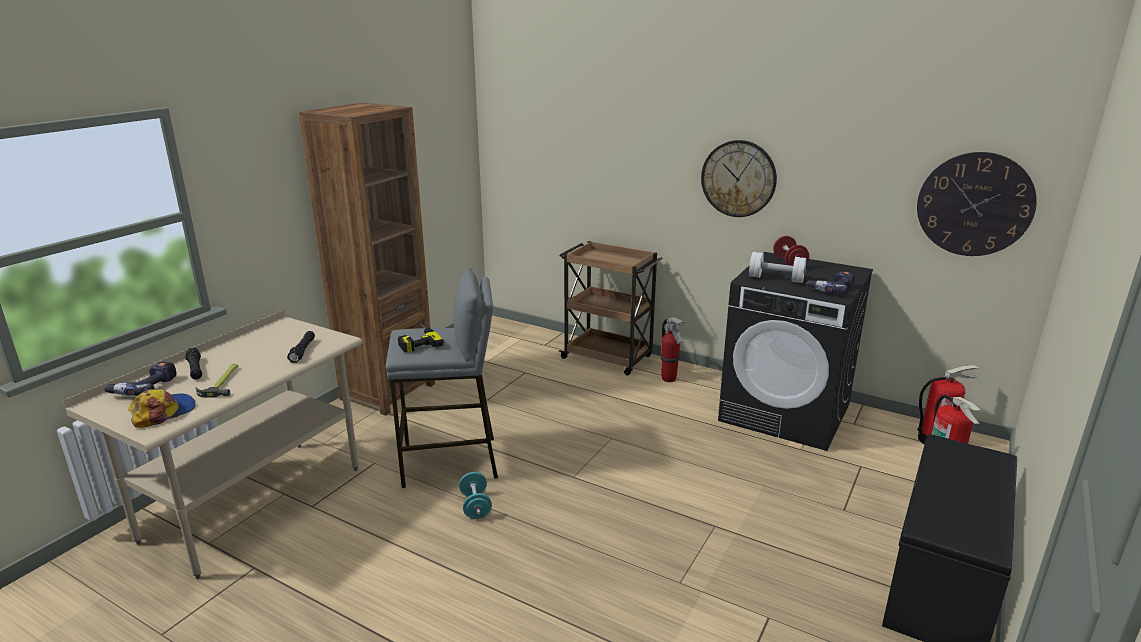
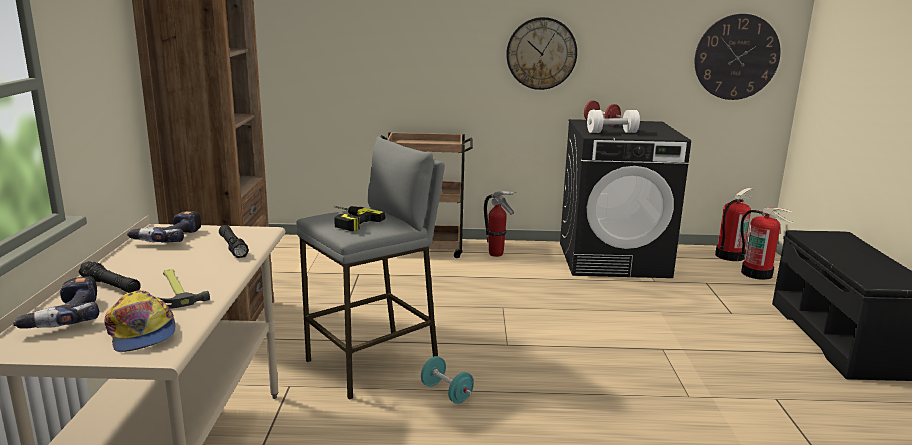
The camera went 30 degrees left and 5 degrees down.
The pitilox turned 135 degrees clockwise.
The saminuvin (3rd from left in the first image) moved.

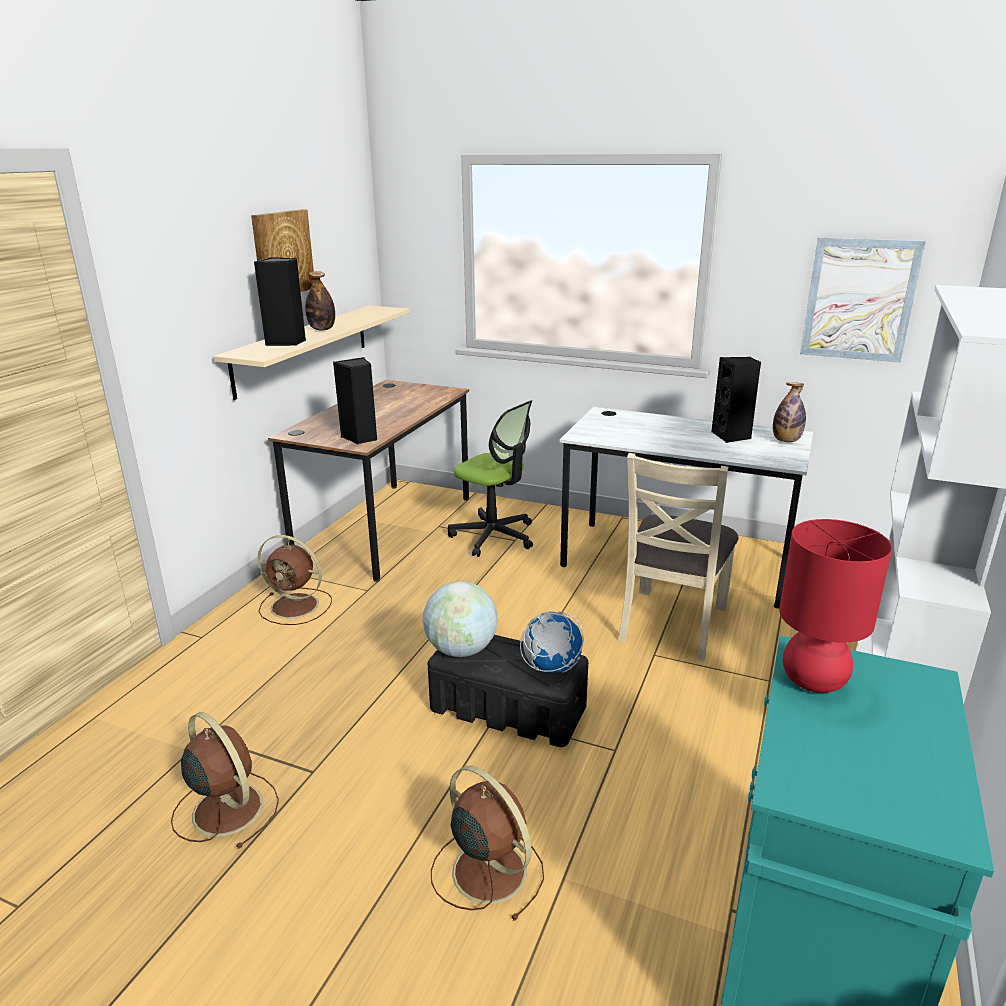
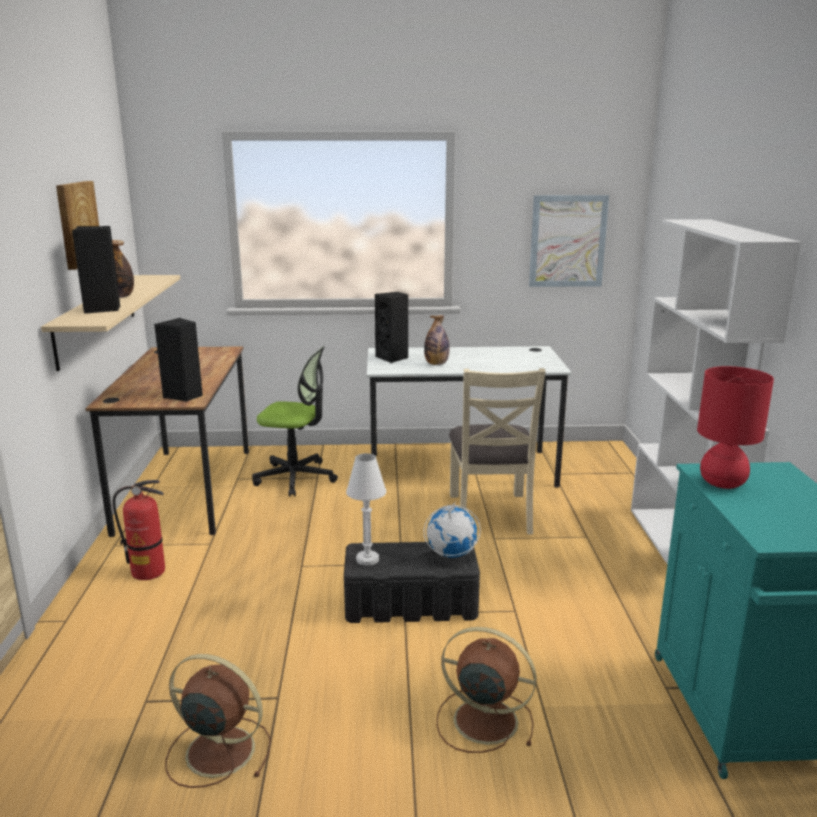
The camera went 25 degrees left and 5 degrees down.
The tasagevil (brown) (2nd from left) was replaced by the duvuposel.
The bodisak (1st from left) was replaced by the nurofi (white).
The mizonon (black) (3rd from left) moved.
The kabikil (2nd from left) moved.

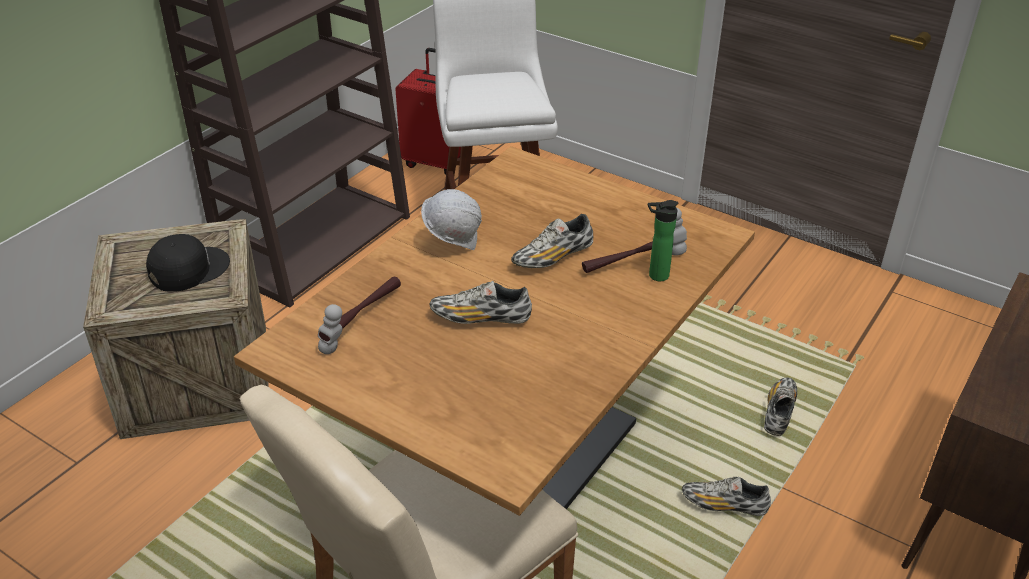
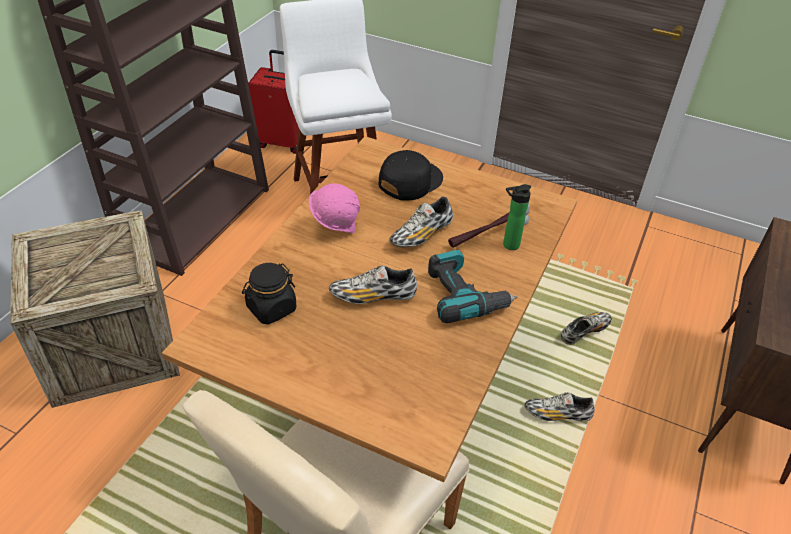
The camera went 10 degrees left and 5 degrees up.
The pitilox (black) moved.
The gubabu (1st from left) was replaced by the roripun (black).
The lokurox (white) became the lokurox (pink).
The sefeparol (4th from left) turned 45 degrees clockwise.
The saminuvin appeared.

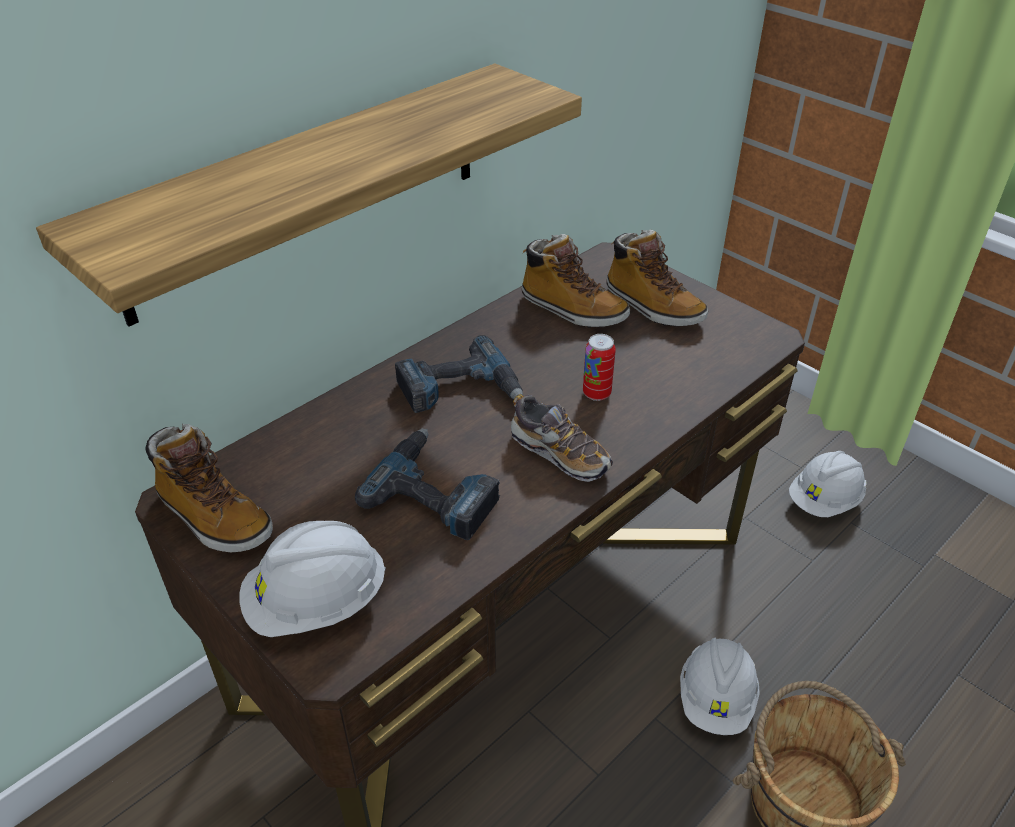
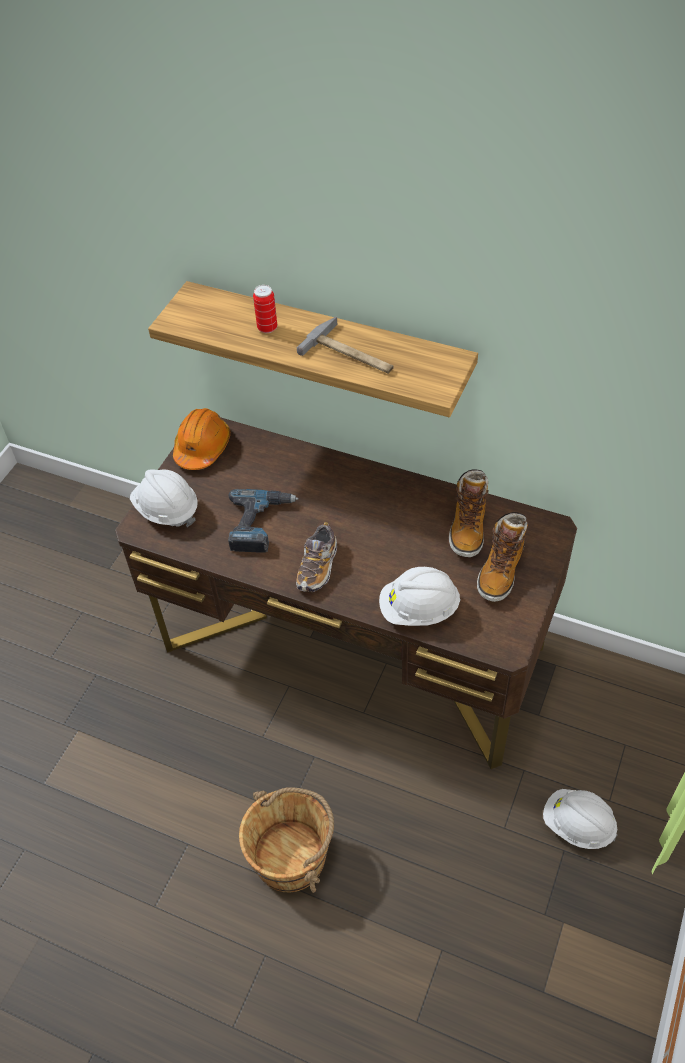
The camera went 70 degrees right and 10 degrees up.
The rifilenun (1st from left) was replaced by the lokurox (orange).
The saminuvin (2nd from left) disappeared.
The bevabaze moved.
The lokurox (white) (2nd from left) moved.
The gubabu appeared.

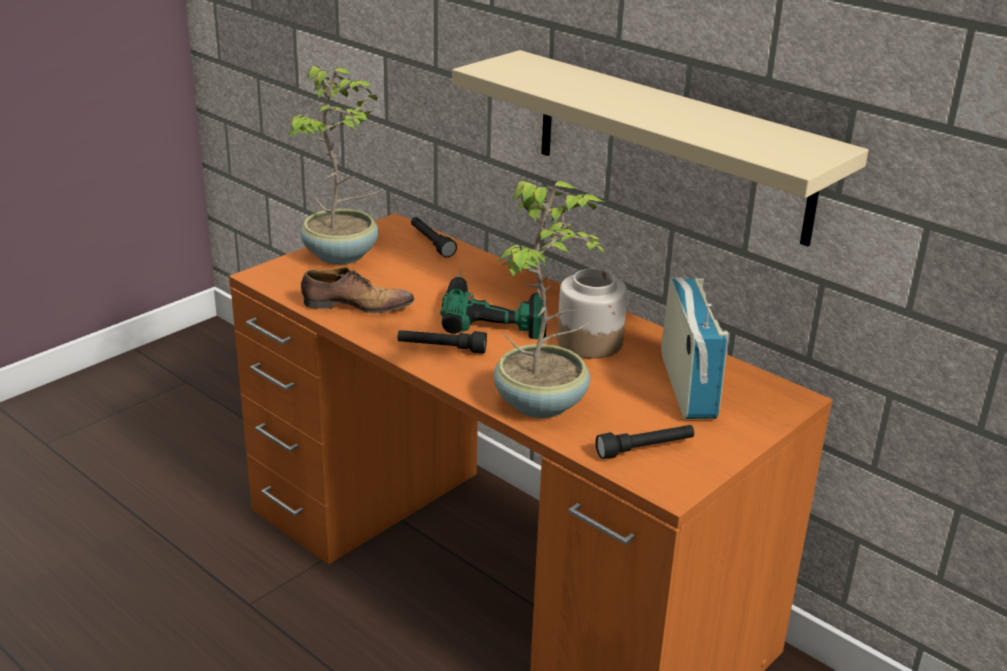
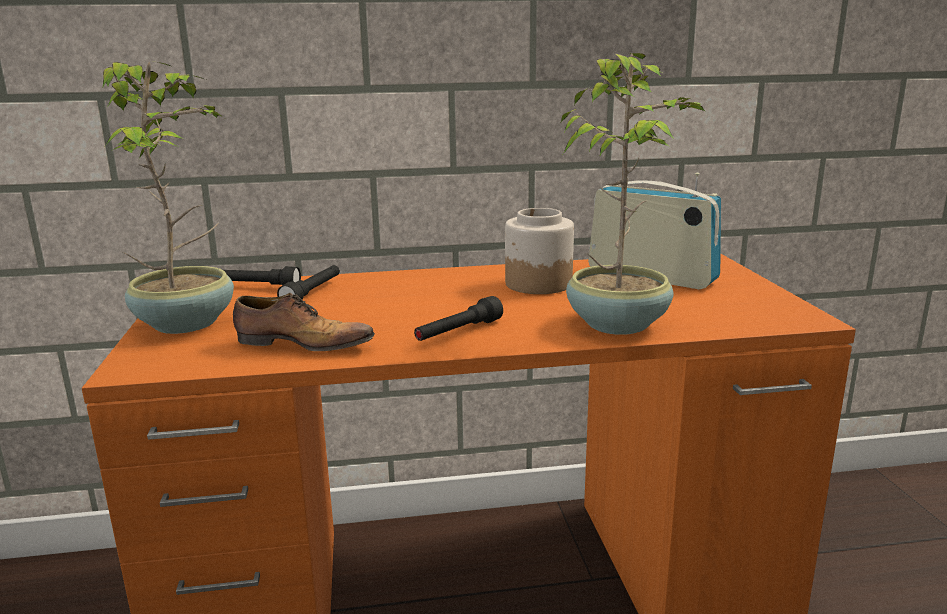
The camera went 50 degrees left and 10 degrees down.
The sefeparol turned 60 degrees clockwise.
The saminuvin disappeared.
The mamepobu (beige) disappeared.
The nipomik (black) (3rd from left in the first image) moved.

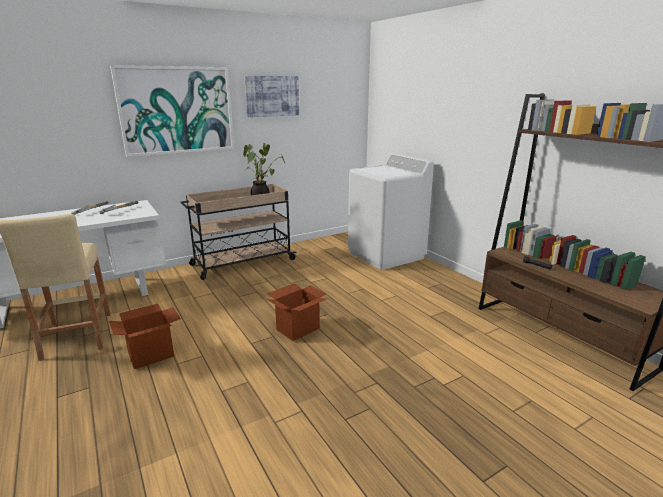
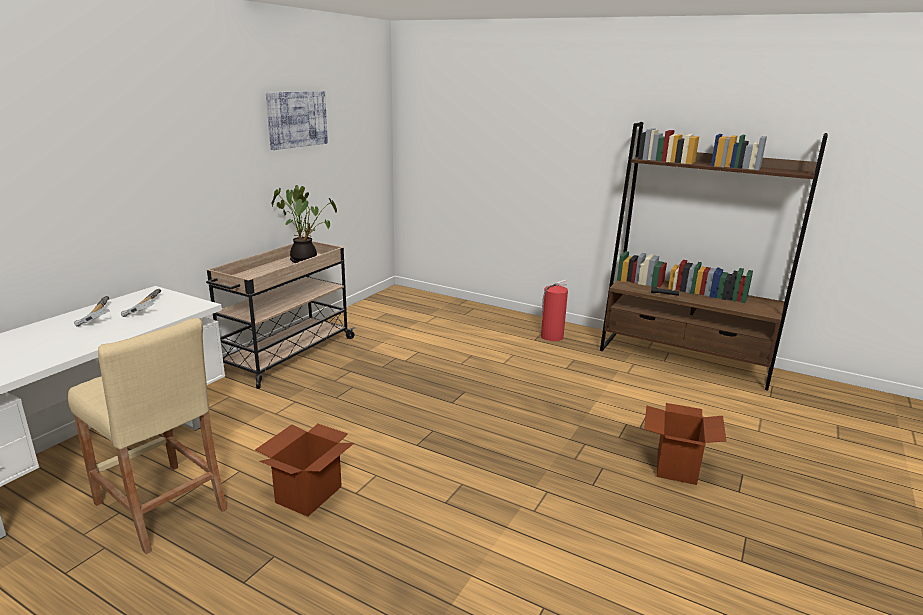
The camera went 30 degrees left and 0 degrees up.
The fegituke (1st from left) disappeared.
The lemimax (2nd from left) moved.
The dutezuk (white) disappeared.
The duvuposel appeared.

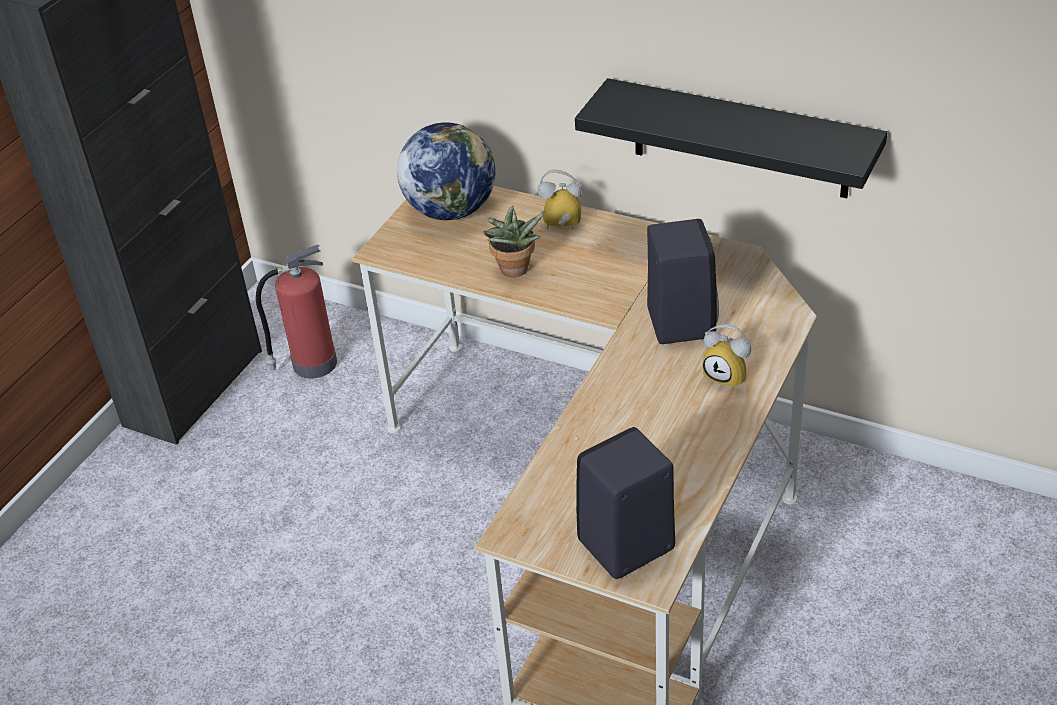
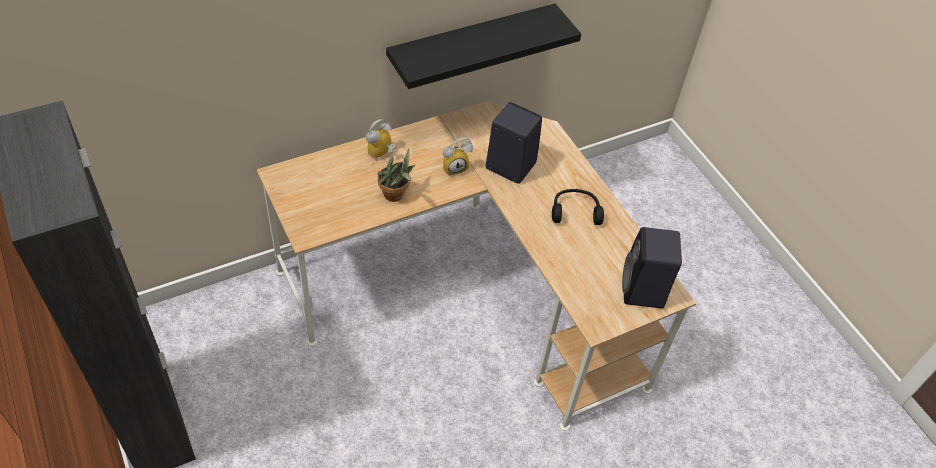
The camera went 60 degrees left and 10 degrees up.
The duvuposel disappeared.
The bodisak disappeared.
The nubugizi (2nd from left) moved.
The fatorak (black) appeared.

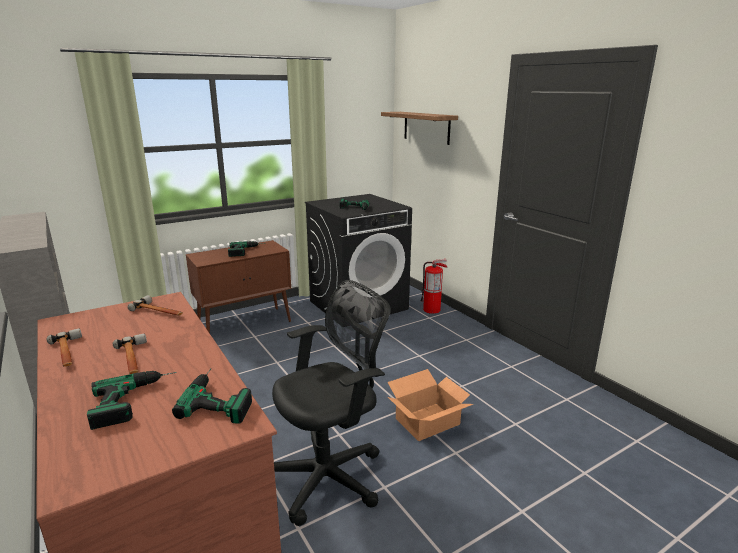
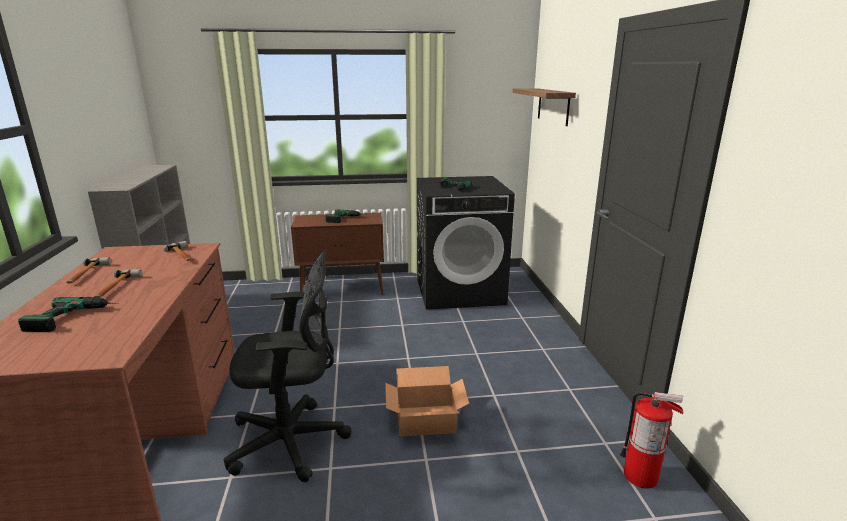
The camera went 25 degrees right and 0 degrees up.
The saminuvin (2nd from left) disappeared.
The duvuposel moved.

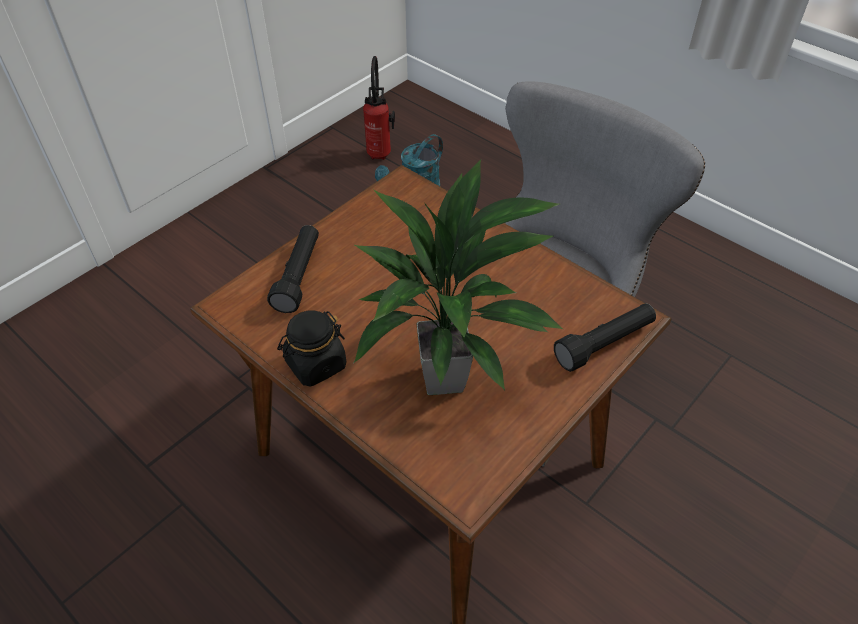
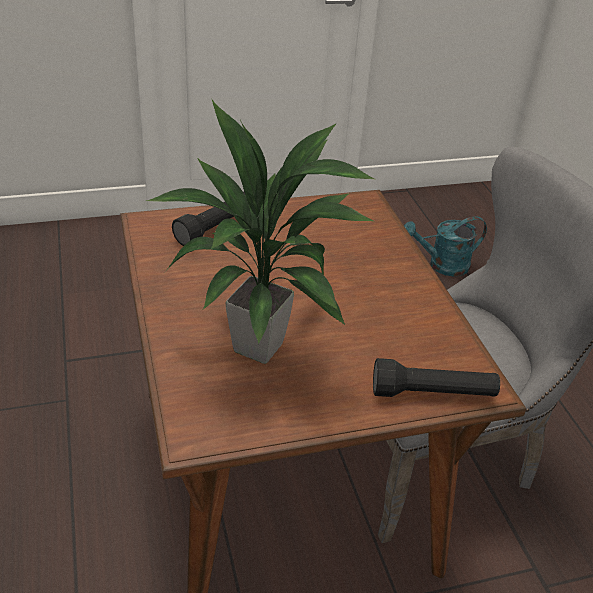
The camera went 30 degrees right and 10 degrees down.
The roripun (black) disappeared.
The duvuposel disappeared.

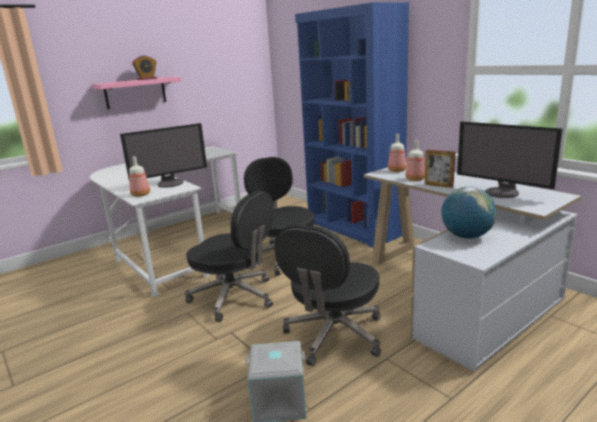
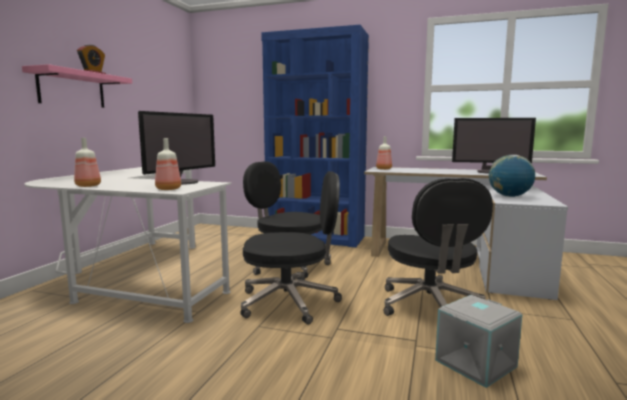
The camera went 35 degrees left and 10 degrees down.
The kabikil (3rd from left in the first image) moved.
The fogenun disappeared.

